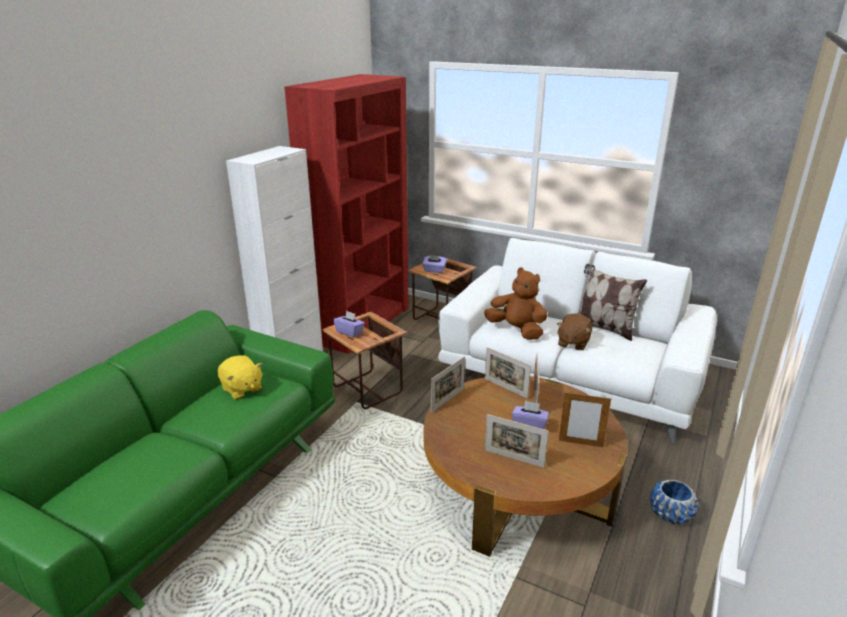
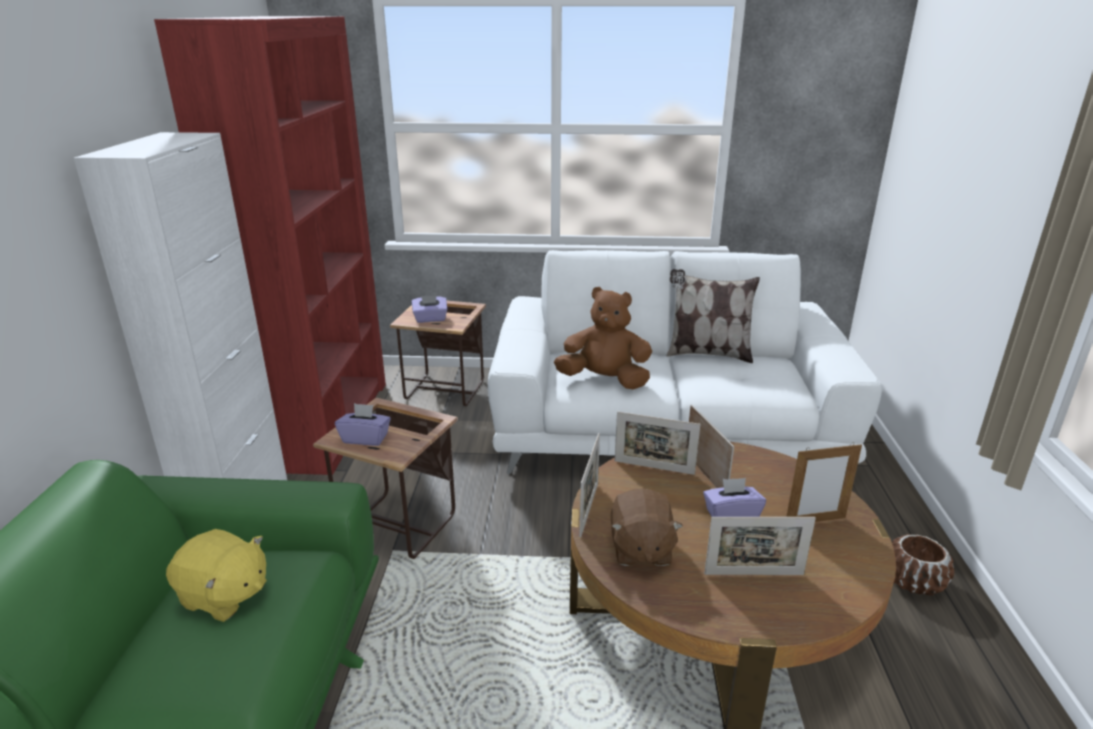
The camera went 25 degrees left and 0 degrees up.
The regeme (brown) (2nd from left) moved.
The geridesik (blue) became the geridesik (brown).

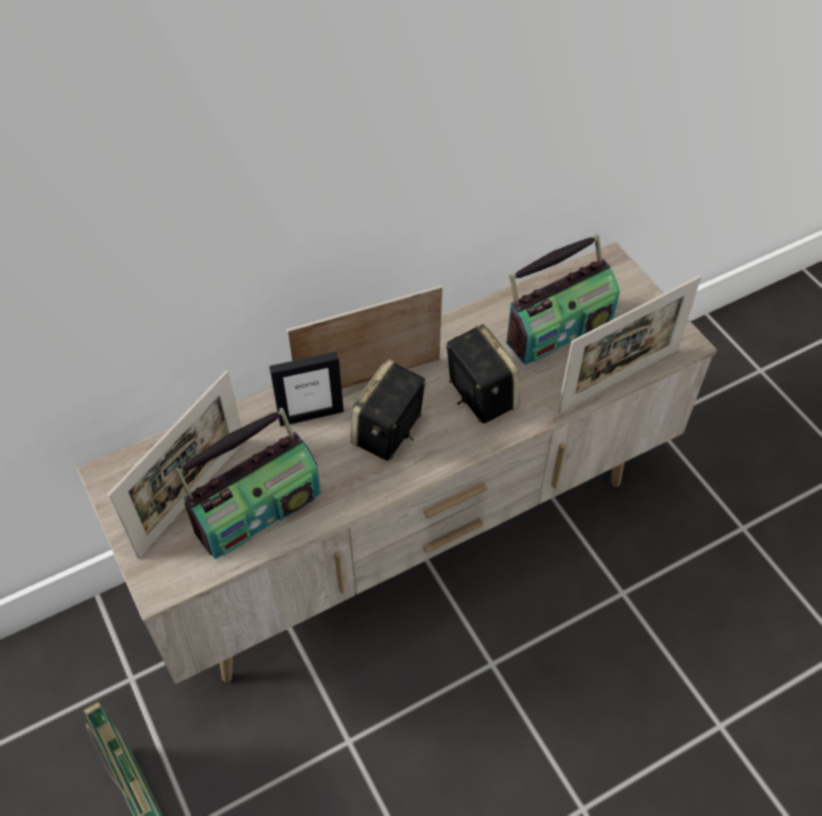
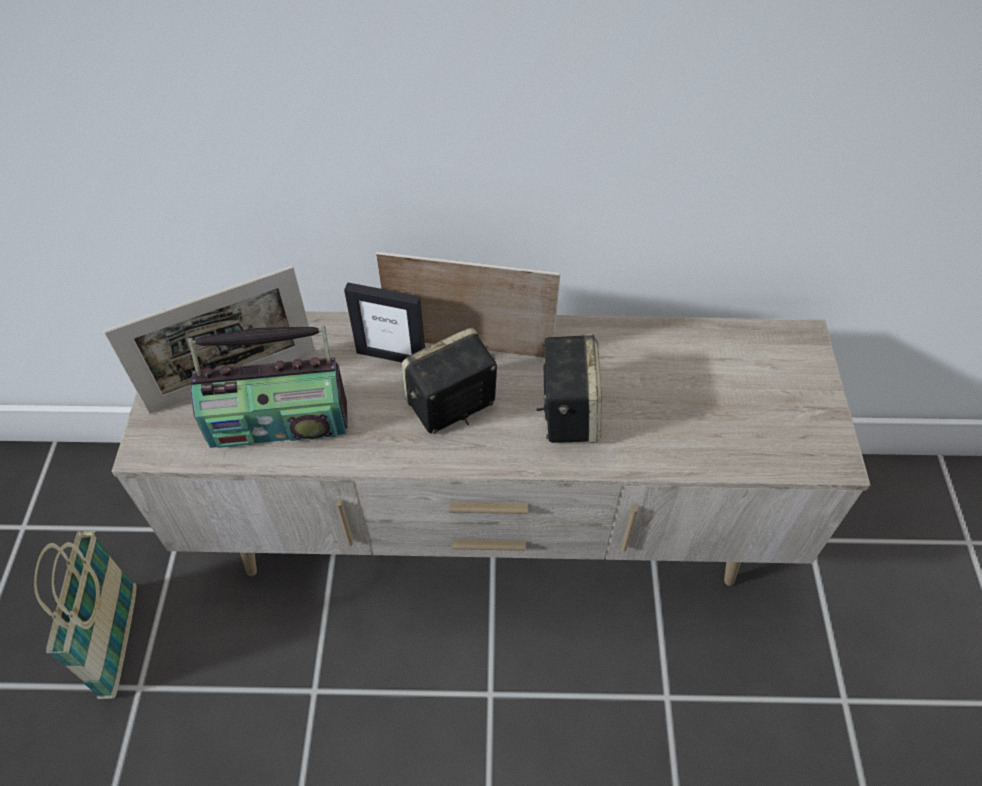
The camera went 30 degrees right and 0 degrees up.
The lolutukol (2nd from left) disappeared.
The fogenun (4th from left) disappeared.

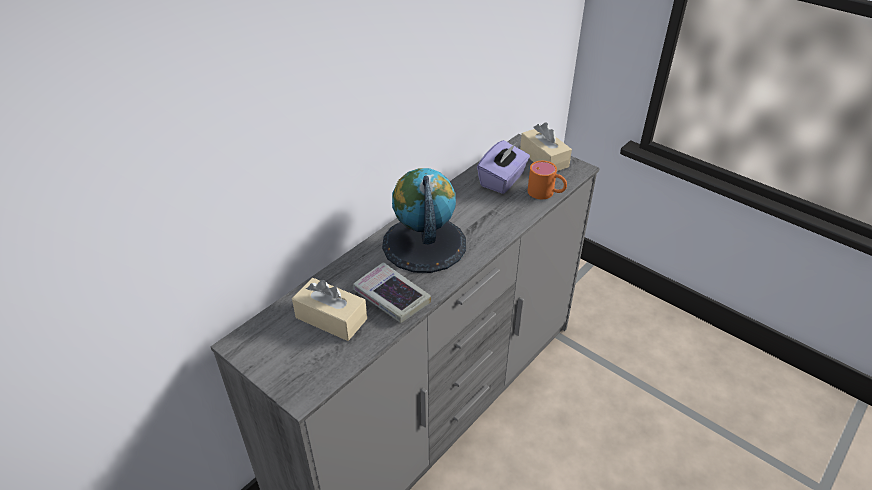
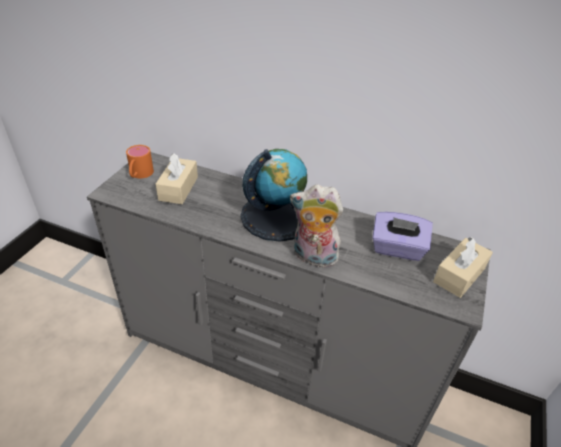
The camera went 70 degrees right and 0 degrees up.
The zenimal disappeared.
The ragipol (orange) moved.
The regeme appeared.

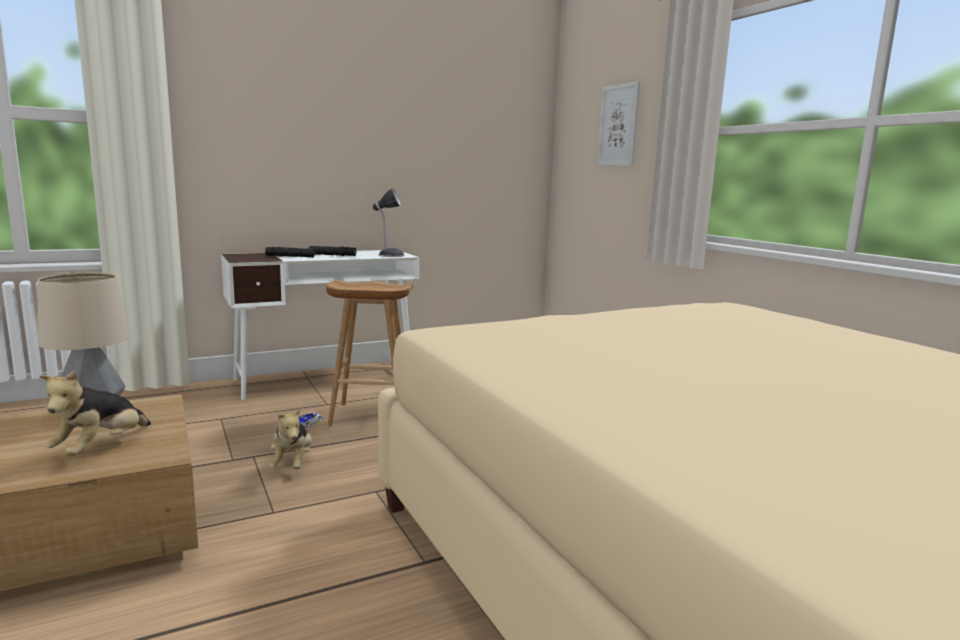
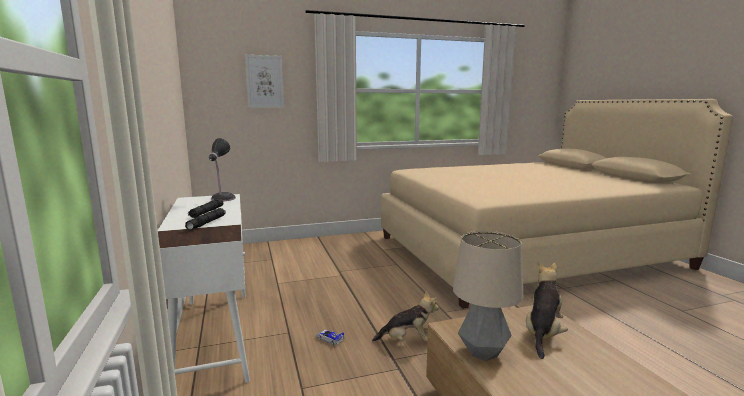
The camera went 80 degrees left and 0 degrees up.
The regeme (1st from left in the first image) turned 90 degrees counterclockwise.
The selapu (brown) disappeared.

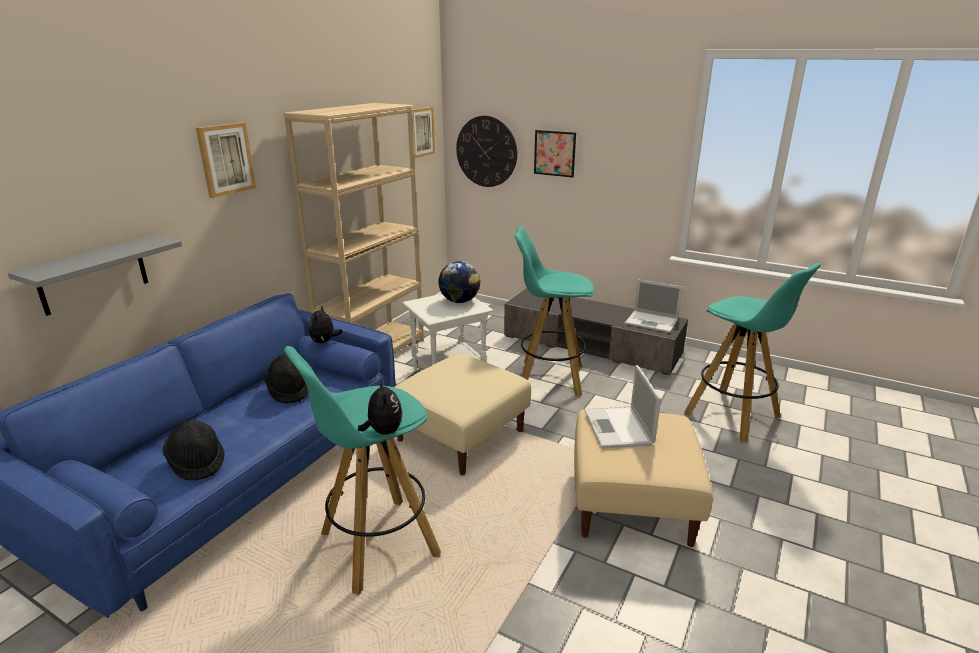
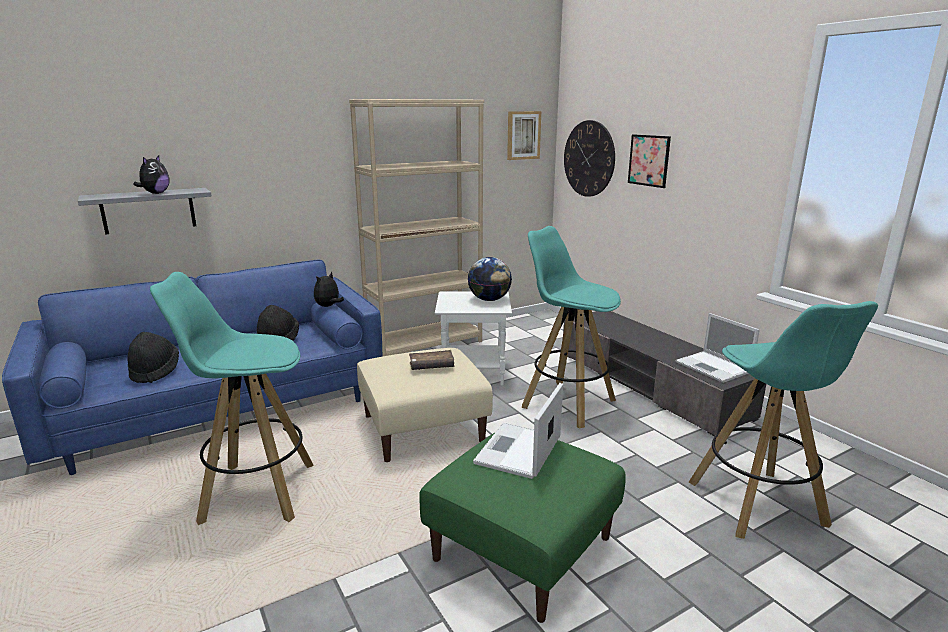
The camera went 30 degrees right and 5 degrees down.
The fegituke (1st from left) disappeared.
The regeme (2nd from left in the first image) moved.
The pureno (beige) (2nd from left) became the pureno (green).
The zenimal (brown) appeared.

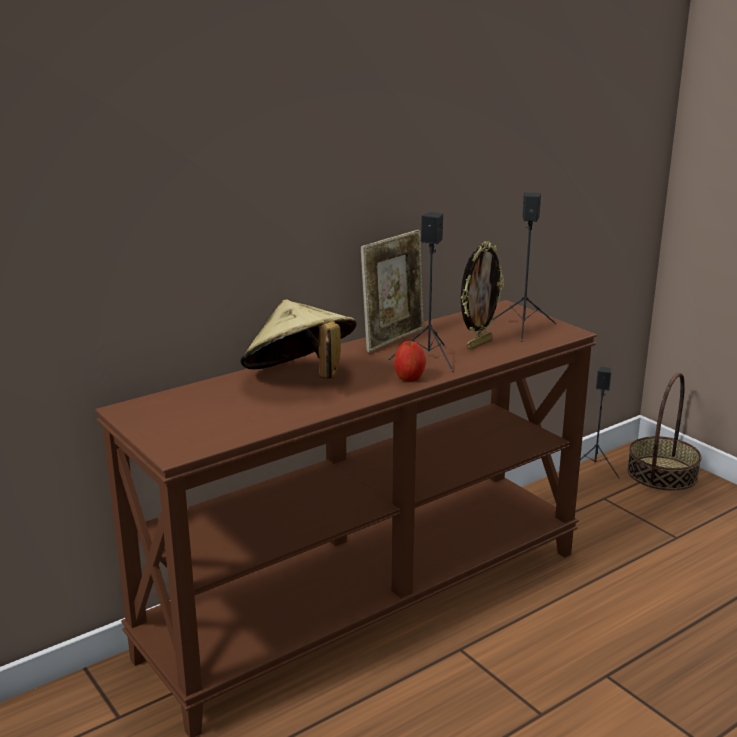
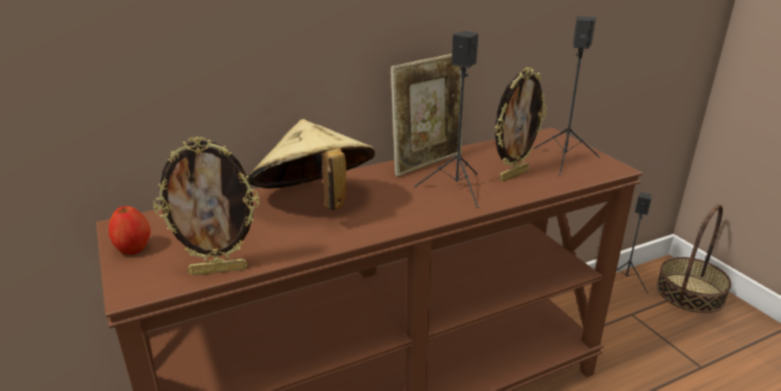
The camera went 10 degrees right and 5 degrees up.
The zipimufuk moved.
The fogenun (1st from left) appeared.

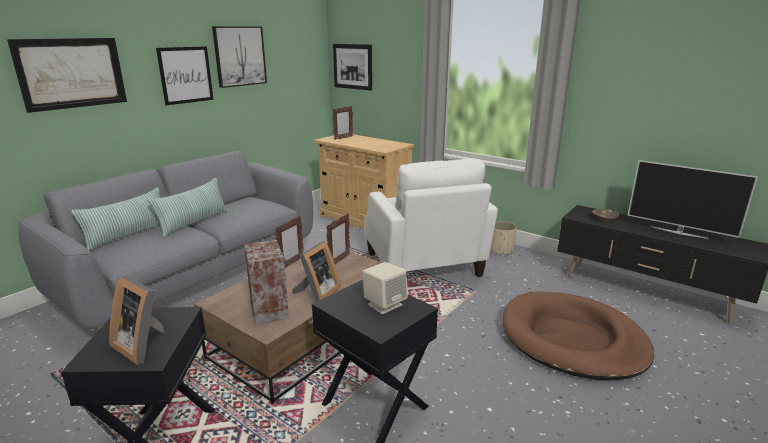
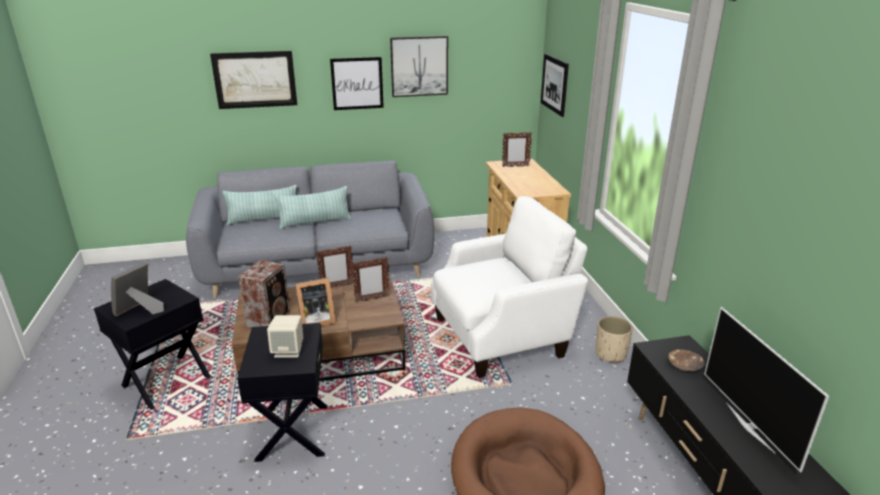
The camera went 40 degrees right and 5 degrees up.
The fogenun (1st from left) turned 45 degrees clockwise.
The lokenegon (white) turned 135 degrees counterclockwise.

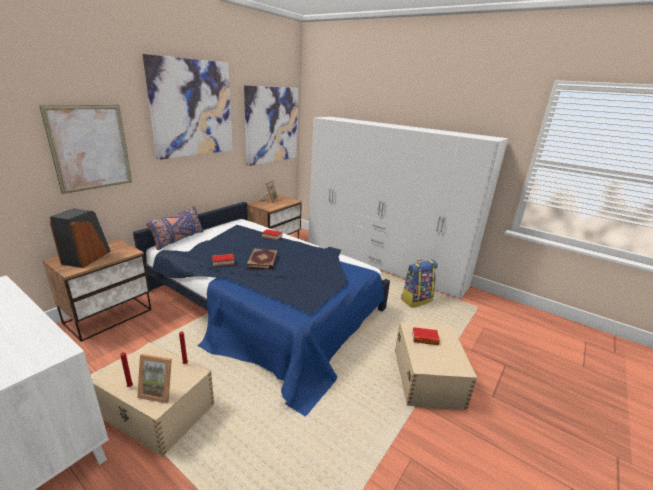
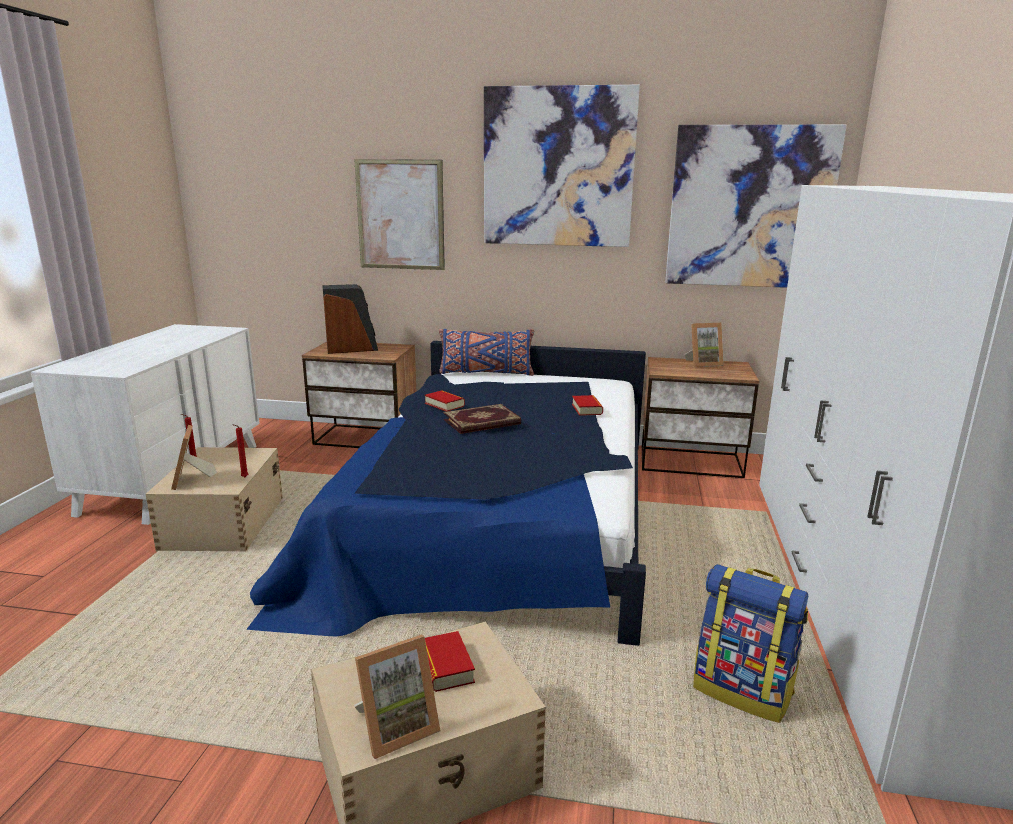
The camera went 65 degrees right and 5 degrees down.
The fogenun (2nd from left) appeared.

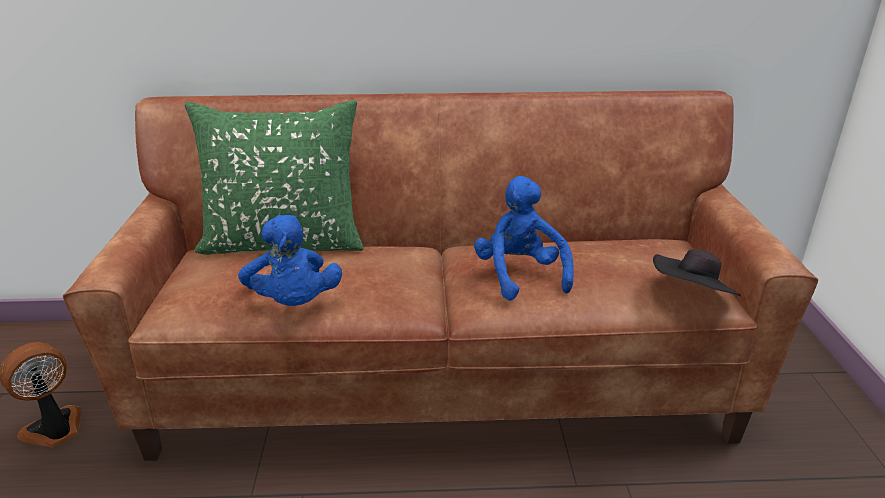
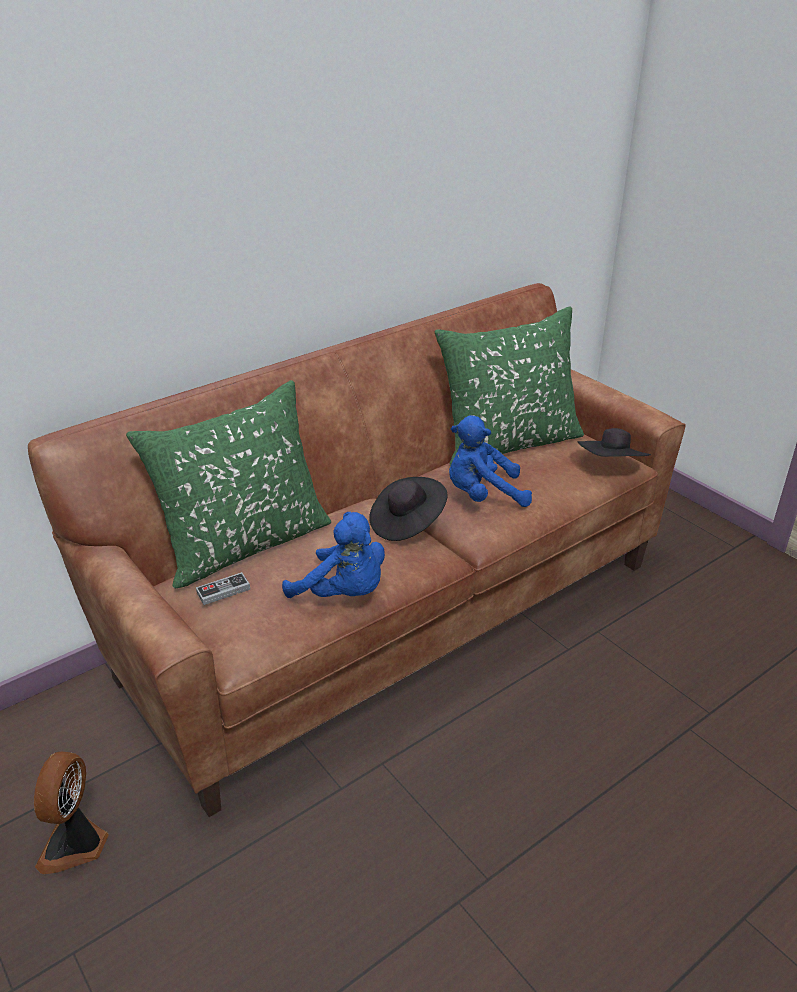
The camera went 35 degrees left and 5 degrees up.
The regeme (blue) (2nd from left) turned 45 degrees counterclockwise.
The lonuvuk appeared.
The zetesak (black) (1st from left) appeared.
The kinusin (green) (2nd from left) appeared.

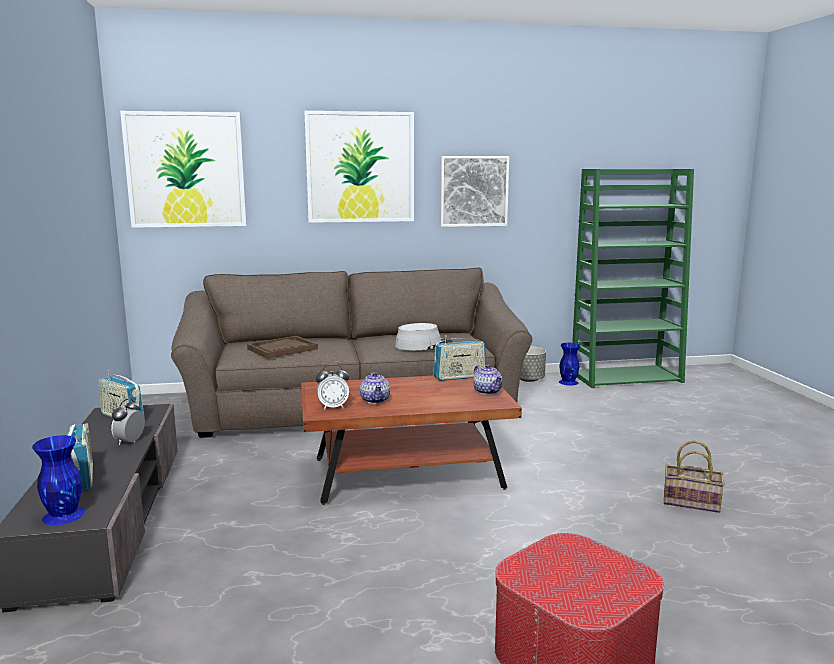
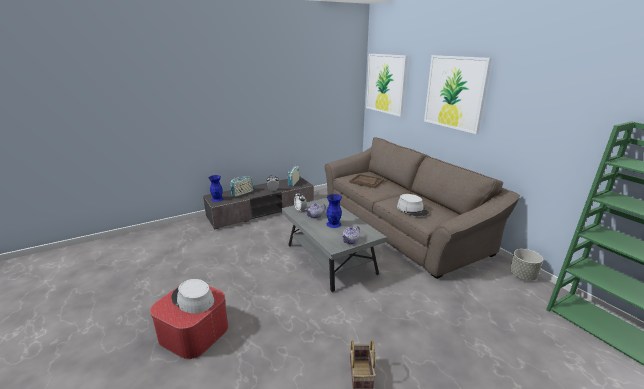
The camera went 70 degrees right and 10 degrees up.
The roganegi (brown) became the roganegi (grey).
The lolutukol (3rd from left) disappeared.
The fegituke (3rd from left) disappeared.
The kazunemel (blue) (2nd from left) moved.
The zetesak (grey) (1st from left) appeared.

